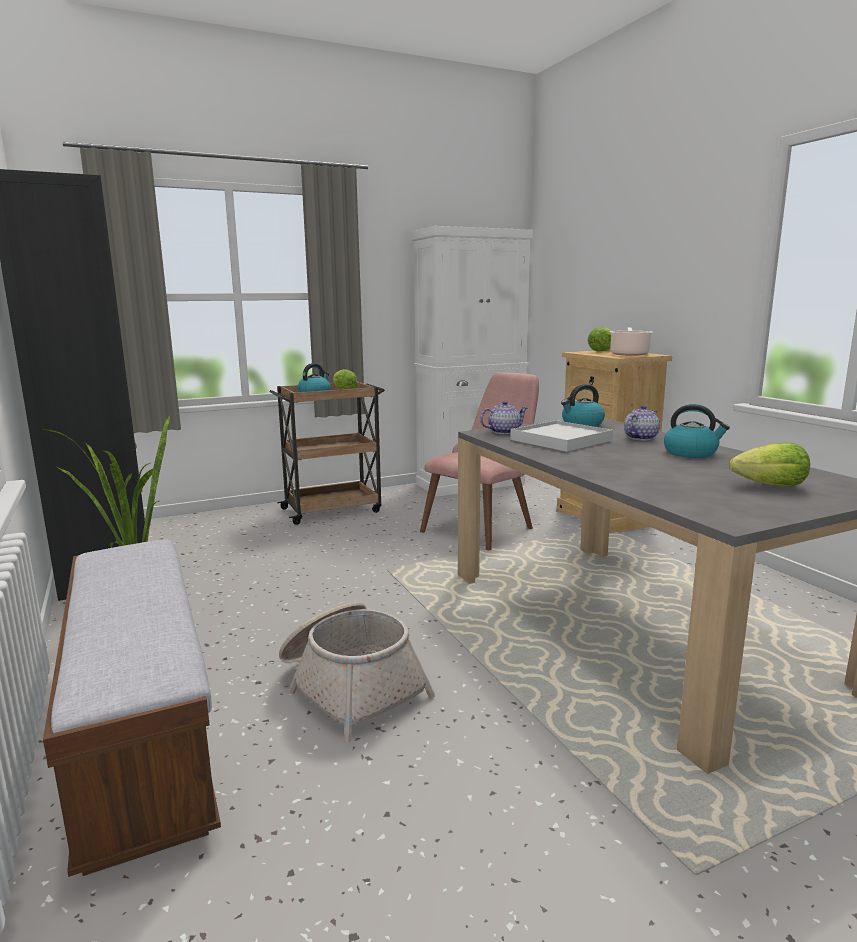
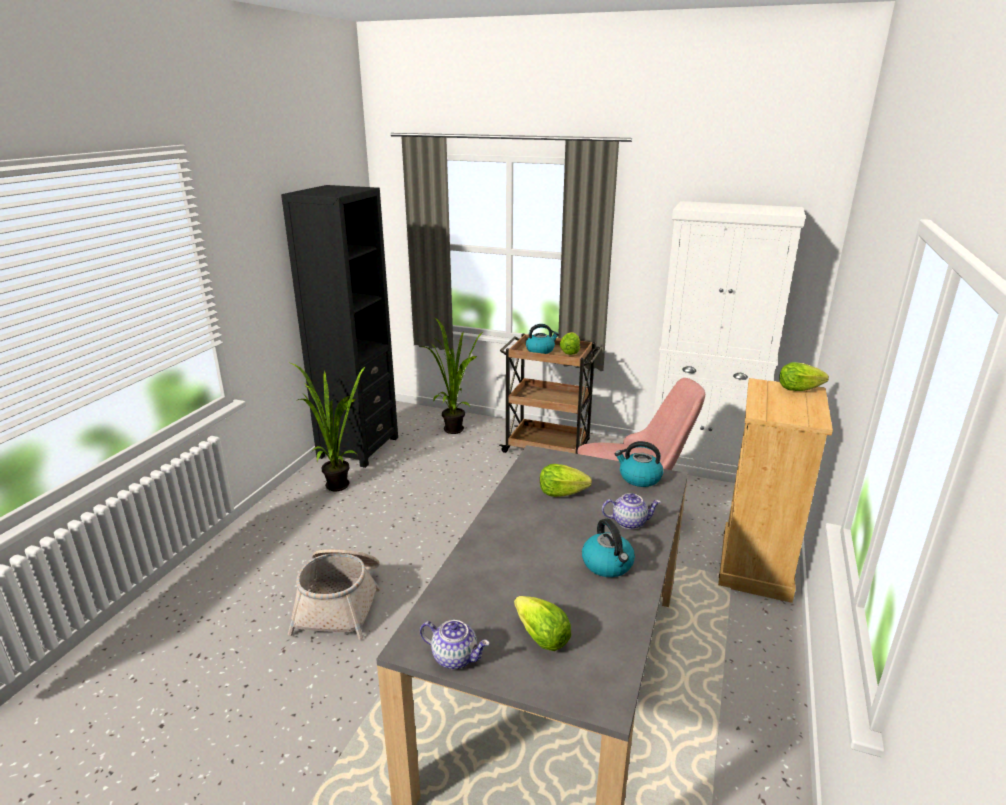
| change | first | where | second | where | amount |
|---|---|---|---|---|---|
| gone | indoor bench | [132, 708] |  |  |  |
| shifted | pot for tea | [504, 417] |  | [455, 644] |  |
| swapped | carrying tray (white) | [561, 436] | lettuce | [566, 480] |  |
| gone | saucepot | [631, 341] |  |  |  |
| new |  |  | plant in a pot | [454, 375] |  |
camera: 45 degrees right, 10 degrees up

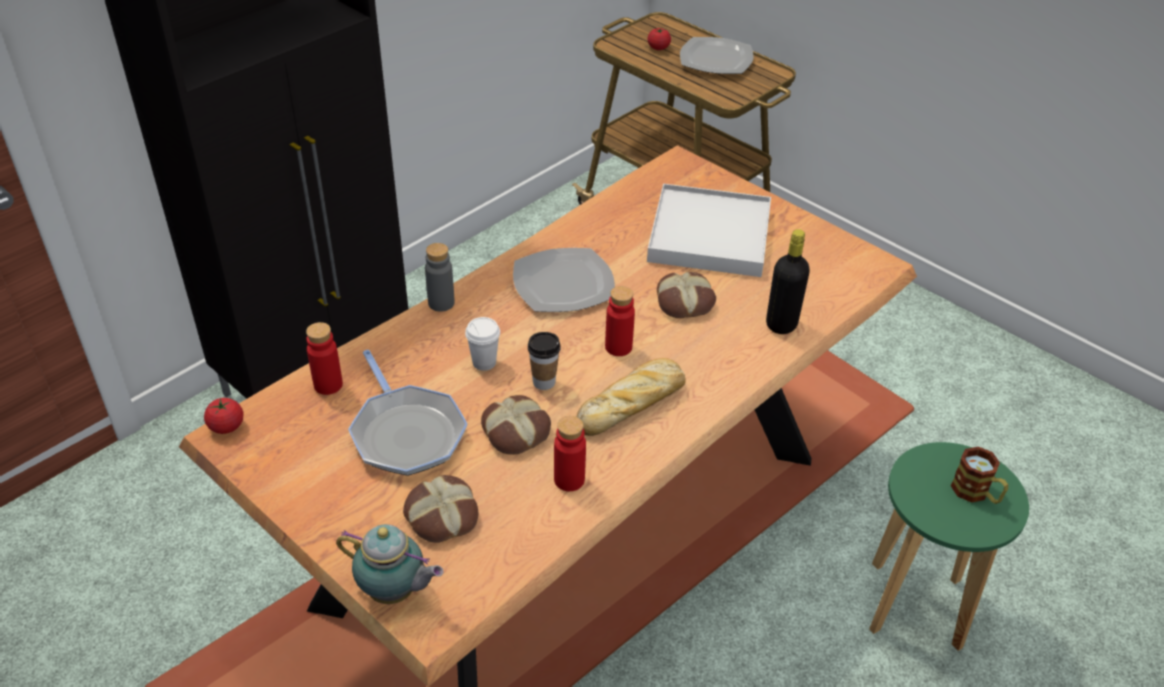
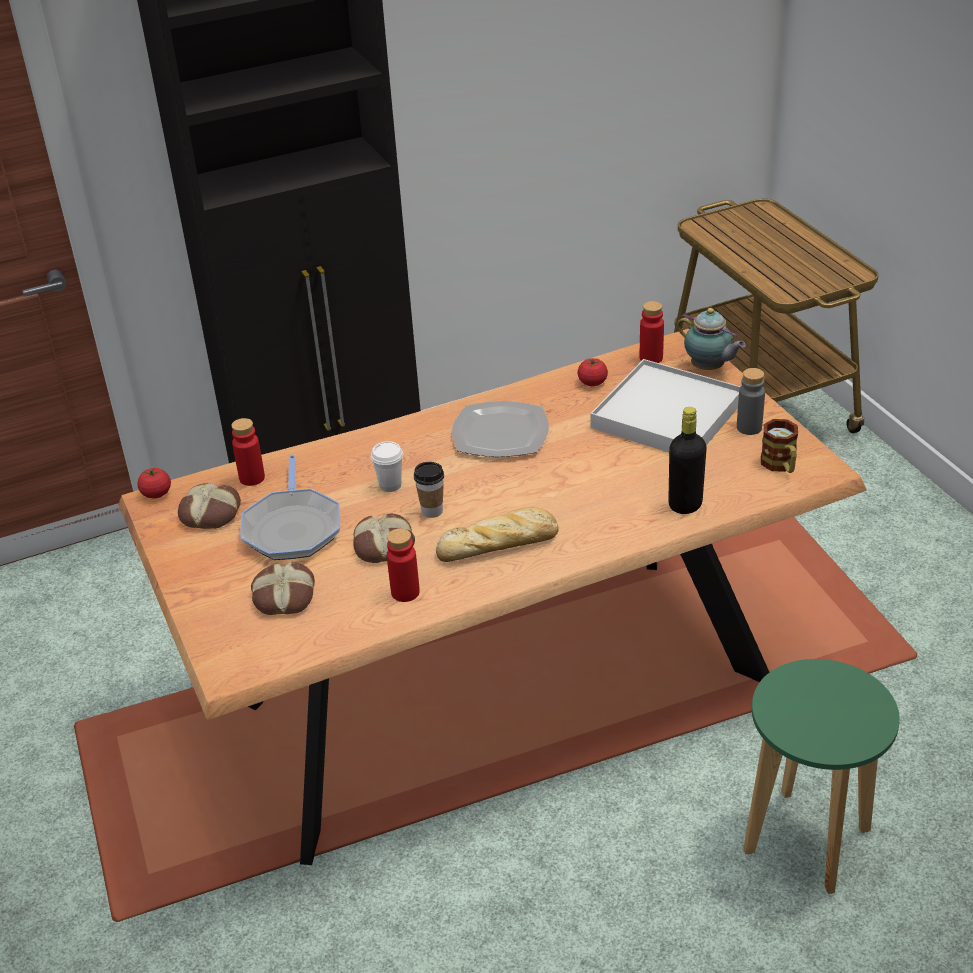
| change | first | where | second | where | amount |
|---|---|---|---|---|---|
| shifted | pot for tea | [389, 564] |  | [711, 339] |  |
| shifted | beverage bottle (gray) | [440, 277] |  | [751, 401] |  |
| shifted | beverage bottle (reddish) | [620, 321] |  | [652, 332] |  |
| shifted | fresh tomato | [659, 39] |  | [592, 372] |  |
| shifted | bread | [686, 295] |  | [209, 506] |  |
| gone | plate | [717, 55] |  |  |  |
| shifted | tea mug | [979, 475] |  | [779, 446] |  |
camera: 25 degrees right, 5 degrees down

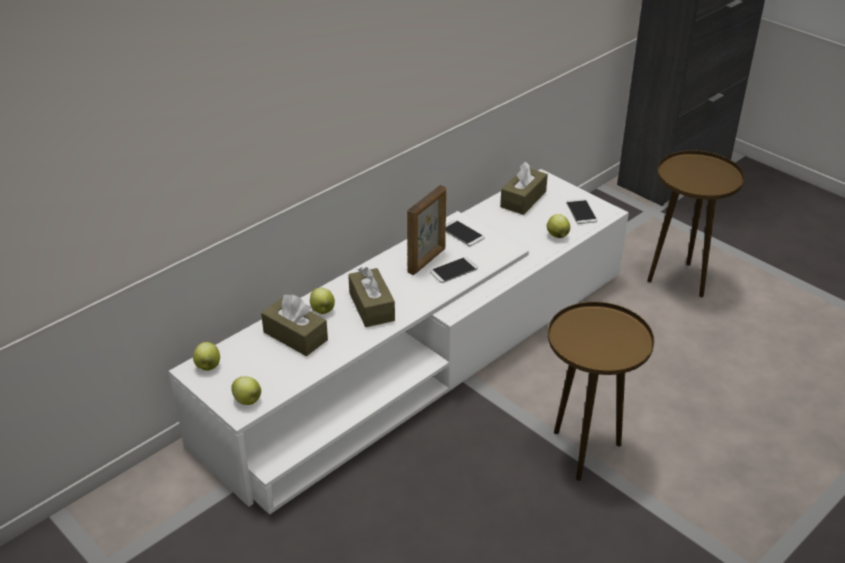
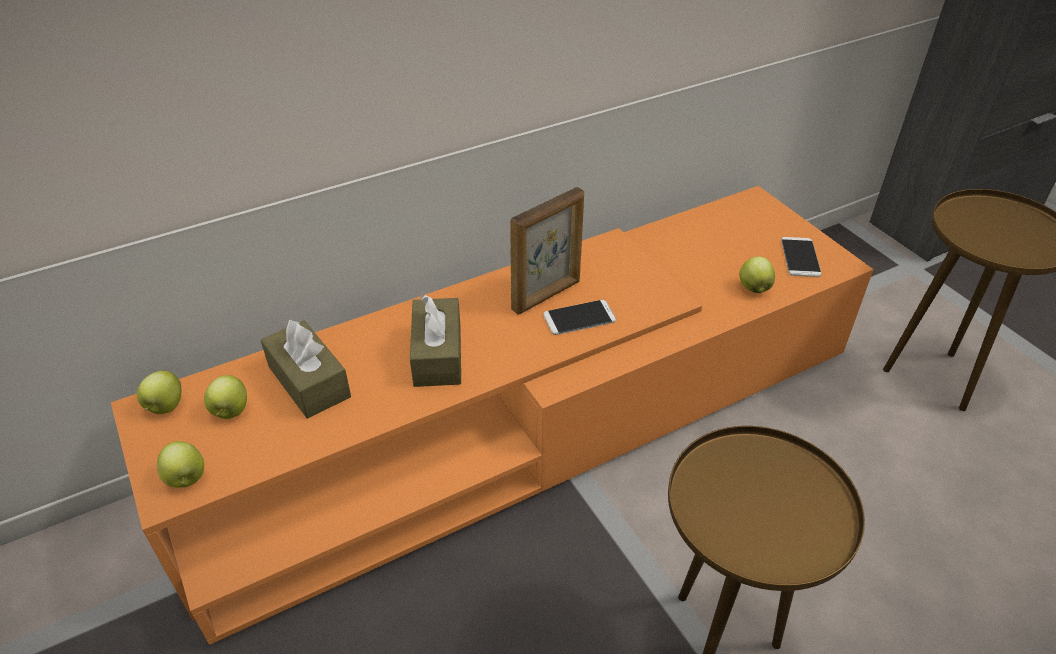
| change | first | where | second | where | amount |
|---|---|---|---|---|---|
| repainted | tv unit (white) | [399, 342] | tv unit (orange) | [492, 415] |  |
| shifted | apple | [322, 301] |  | [225, 397] |  |
| gone | phone | [465, 233] |  |  |  |
| gone | tissue holder (brown) | [524, 188] |  |  |  |
camera: 15 degrees right, 5 degrees up

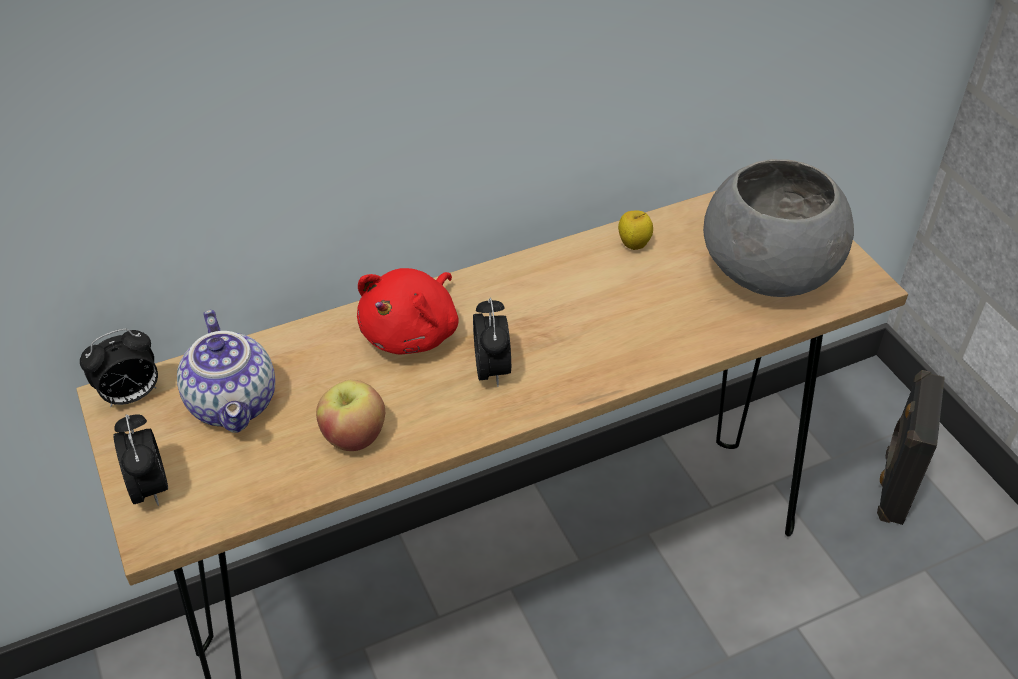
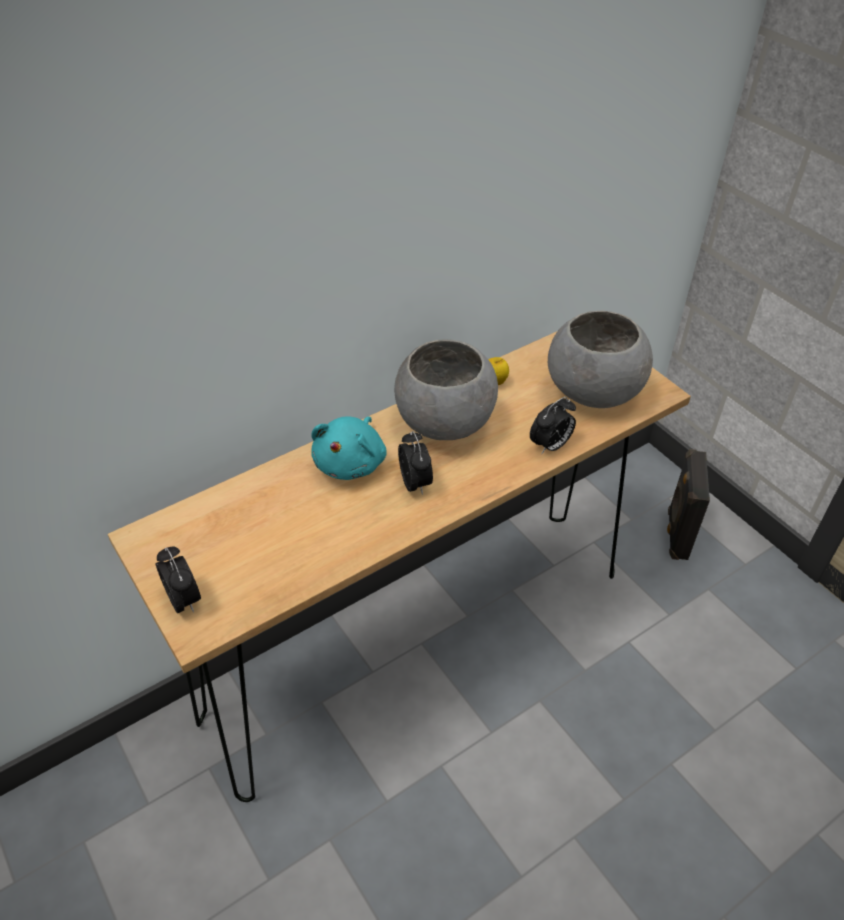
| change | first | where | second | where | amount |
|---|---|---|---|---|---|
| shifted | table clock | [119, 368] |  | [553, 426] |  |
| gone | pot for tea | [226, 371] |  |  |  |
| gone | apple | [350, 415] |  |  |  |
| repainted | soft toy (reddish) | [407, 311] | soft toy (turquoise) | [349, 448] |  |
| new |  |  | bowl (gray) | [446, 389] |  |
camera: 10 degrees left, 0 degrees up

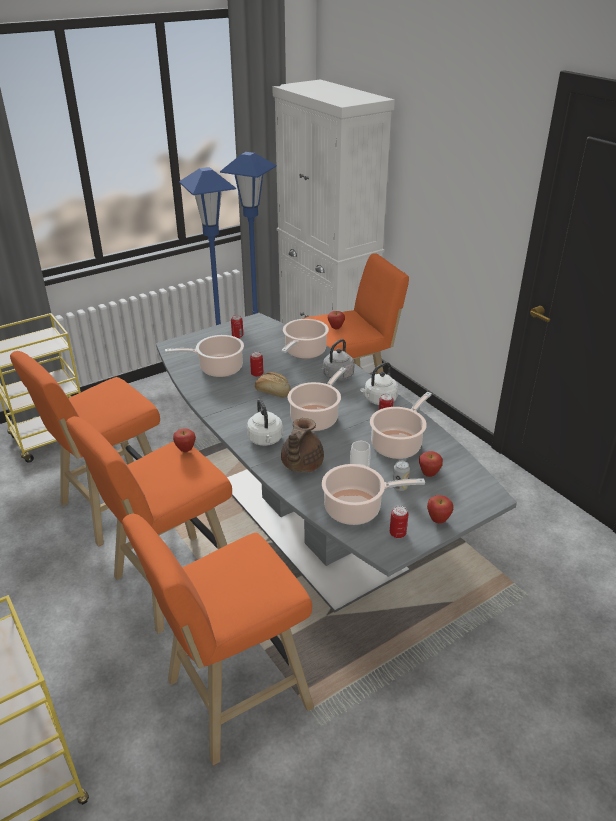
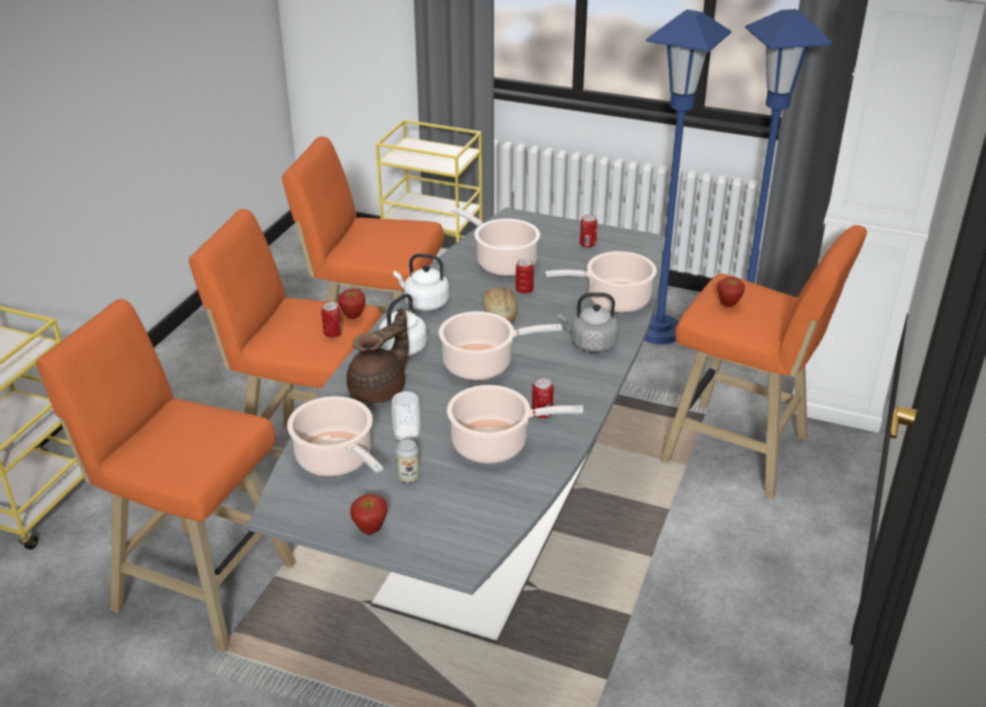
| change | first | where | second | where | amount |
|---|---|---|---|---|---|
| rotated | pot for tea (brown) | [302, 445] |  | [377, 356] | 150 degrees clockwise |
| shifted | tea kettle (white) | [379, 383] |  | [421, 282] |  |
| shifted | can | [399, 522] |  | [331, 320] |  |
| gone | apple | [431, 464] |  |  |  |
camera: 55 degrees right, 0 degrees up

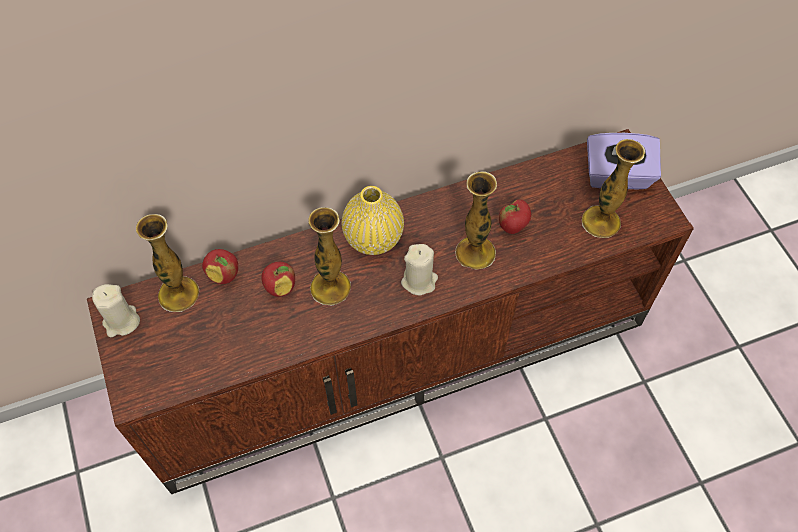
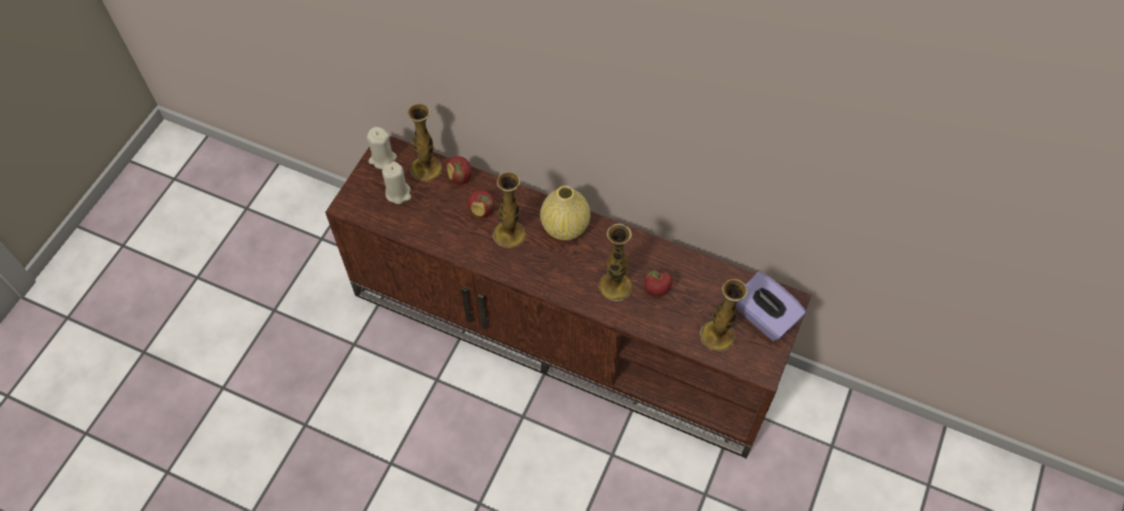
| change | first | where | second | where | amount |
|---|---|---|---|---|---|
| shifted | wax candle (beige) | [419, 270] |  | [396, 182] |  |
camera: 45 degrees right, 0 degrees up

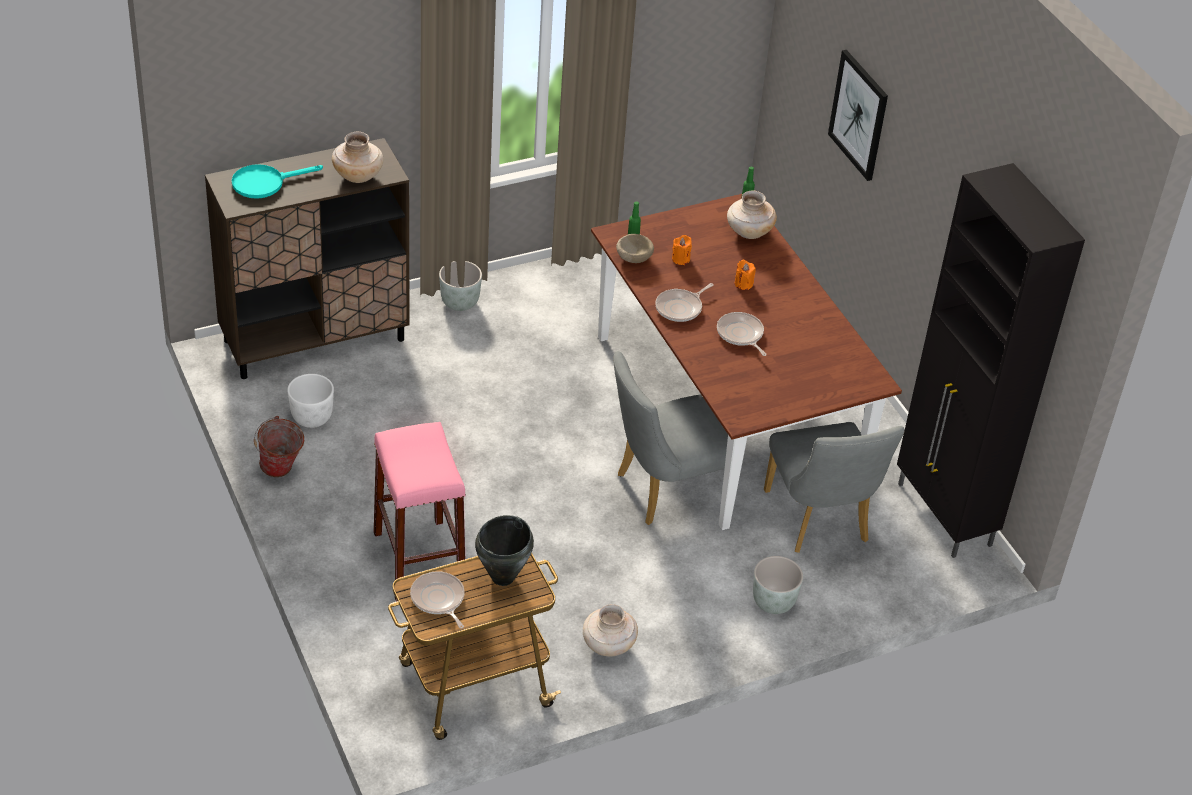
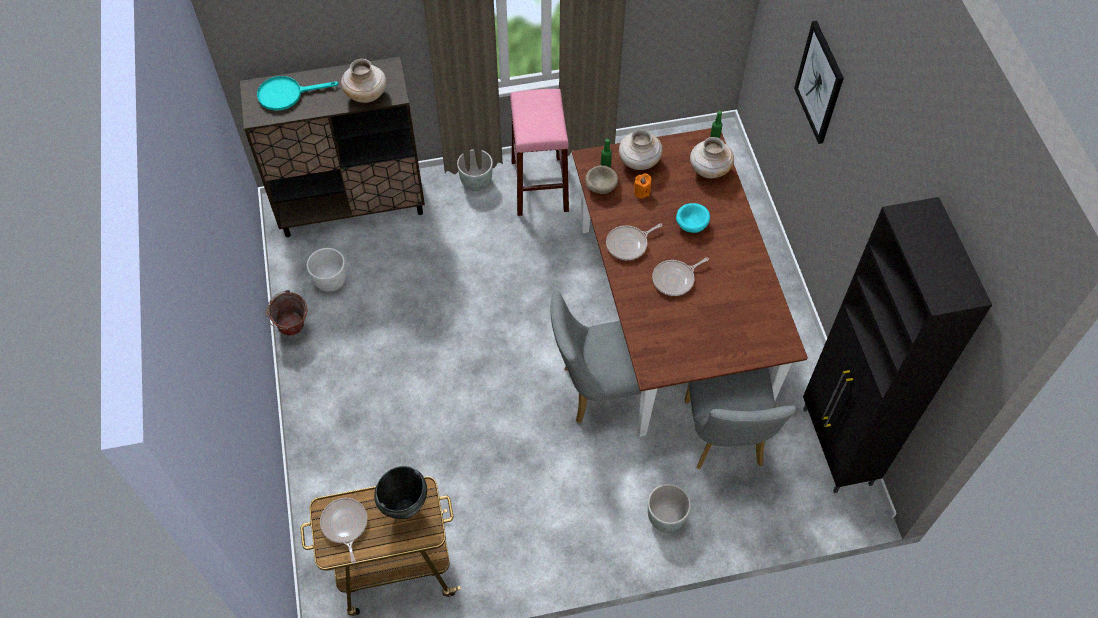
| change | first | where | second | where | amount |
|---|---|---|---|---|---|
| shifted | sitting stool (pink) | [420, 511] |  | [539, 152] |  |
| shifted | flower vase (beige) | [610, 630] |  | [641, 149] |  |
| rotated | pan | [742, 334] |  | [680, 276] | 105 degrees counterclockwise |
| swapped | wax candle (orange) | [745, 275] | bowl (turquoise) | [693, 218] |  |
camera: 15 degrees right, 15 degrees up

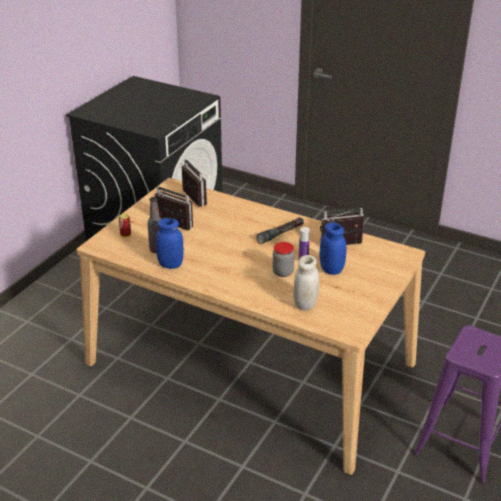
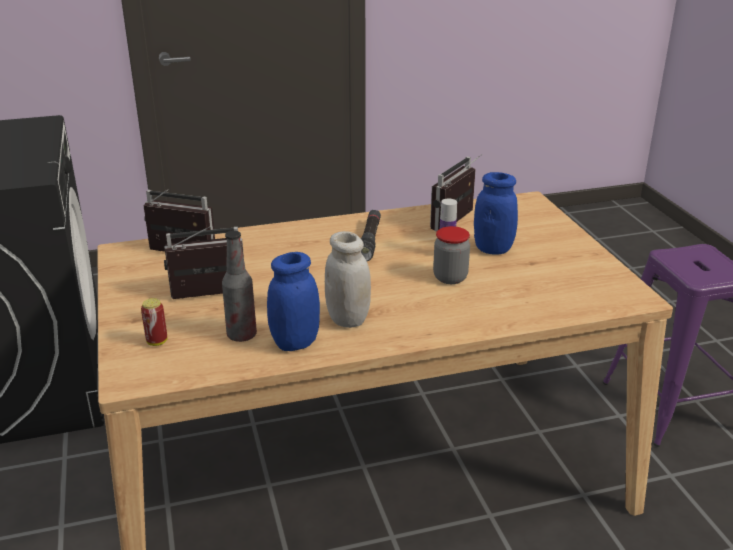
| change | first | where | second | where | amount |
|---|---|---|---|---|---|
| shifted | jar (white) | [306, 283] |  | [348, 279] |  |
camera: 45 degrees left, 5 degrees down

